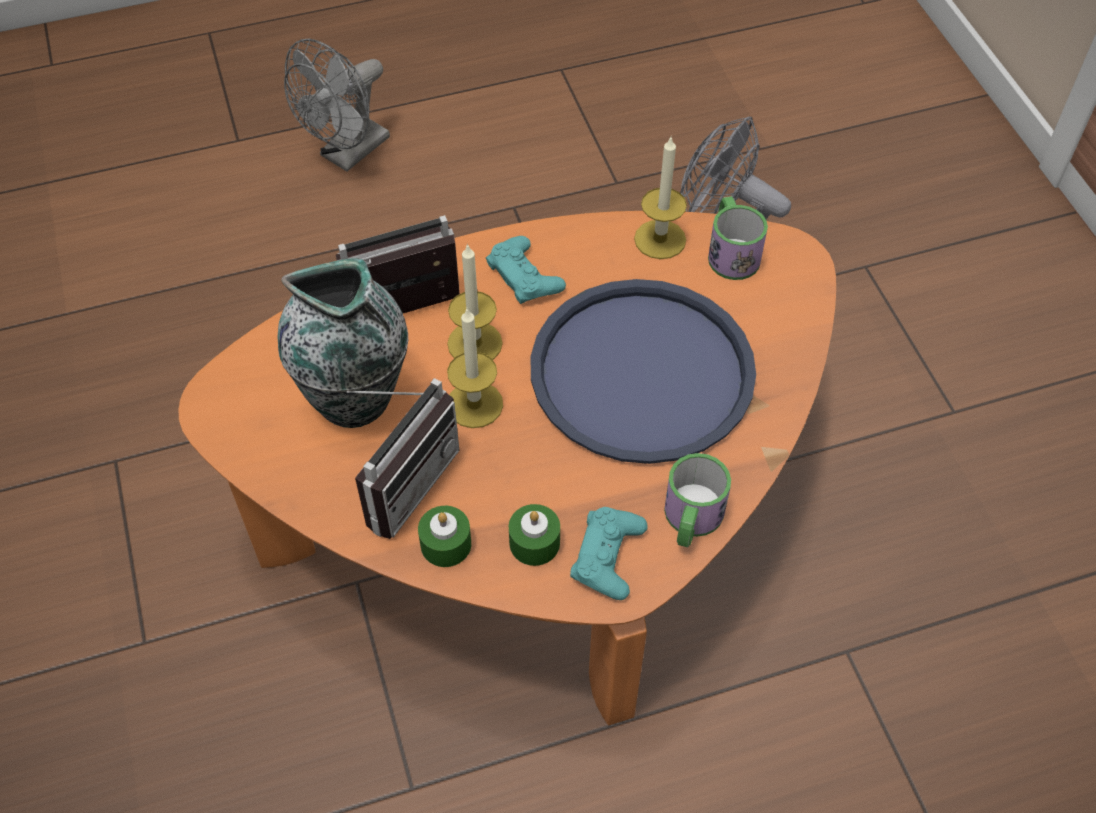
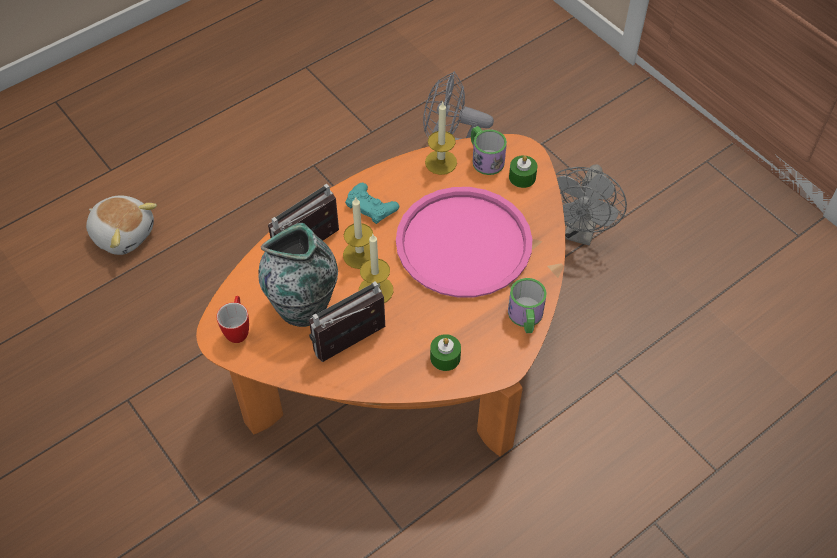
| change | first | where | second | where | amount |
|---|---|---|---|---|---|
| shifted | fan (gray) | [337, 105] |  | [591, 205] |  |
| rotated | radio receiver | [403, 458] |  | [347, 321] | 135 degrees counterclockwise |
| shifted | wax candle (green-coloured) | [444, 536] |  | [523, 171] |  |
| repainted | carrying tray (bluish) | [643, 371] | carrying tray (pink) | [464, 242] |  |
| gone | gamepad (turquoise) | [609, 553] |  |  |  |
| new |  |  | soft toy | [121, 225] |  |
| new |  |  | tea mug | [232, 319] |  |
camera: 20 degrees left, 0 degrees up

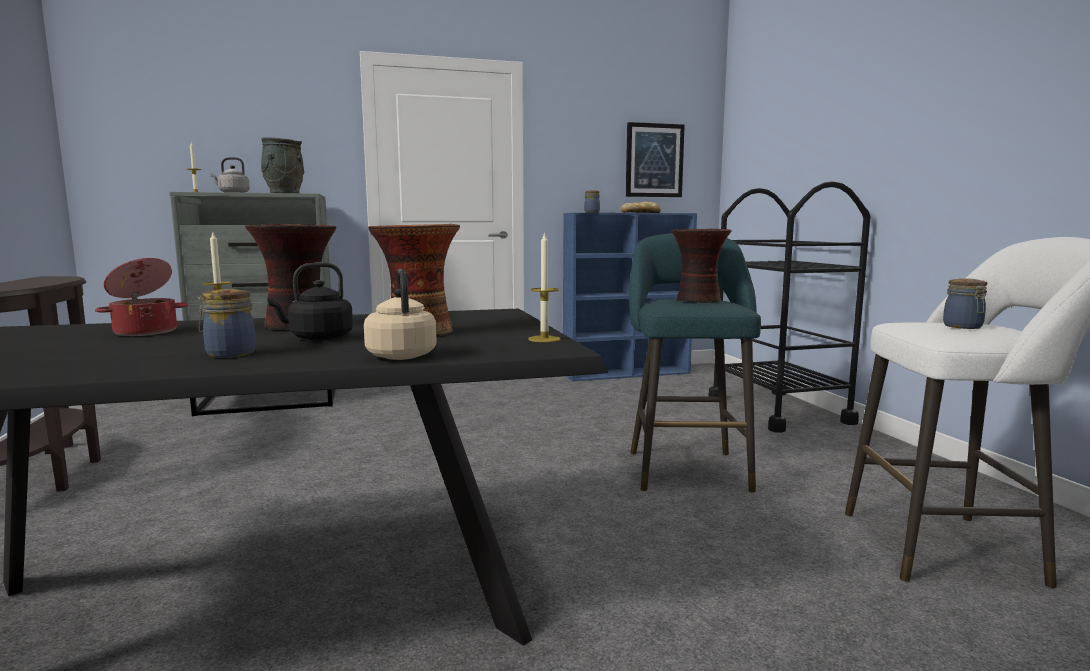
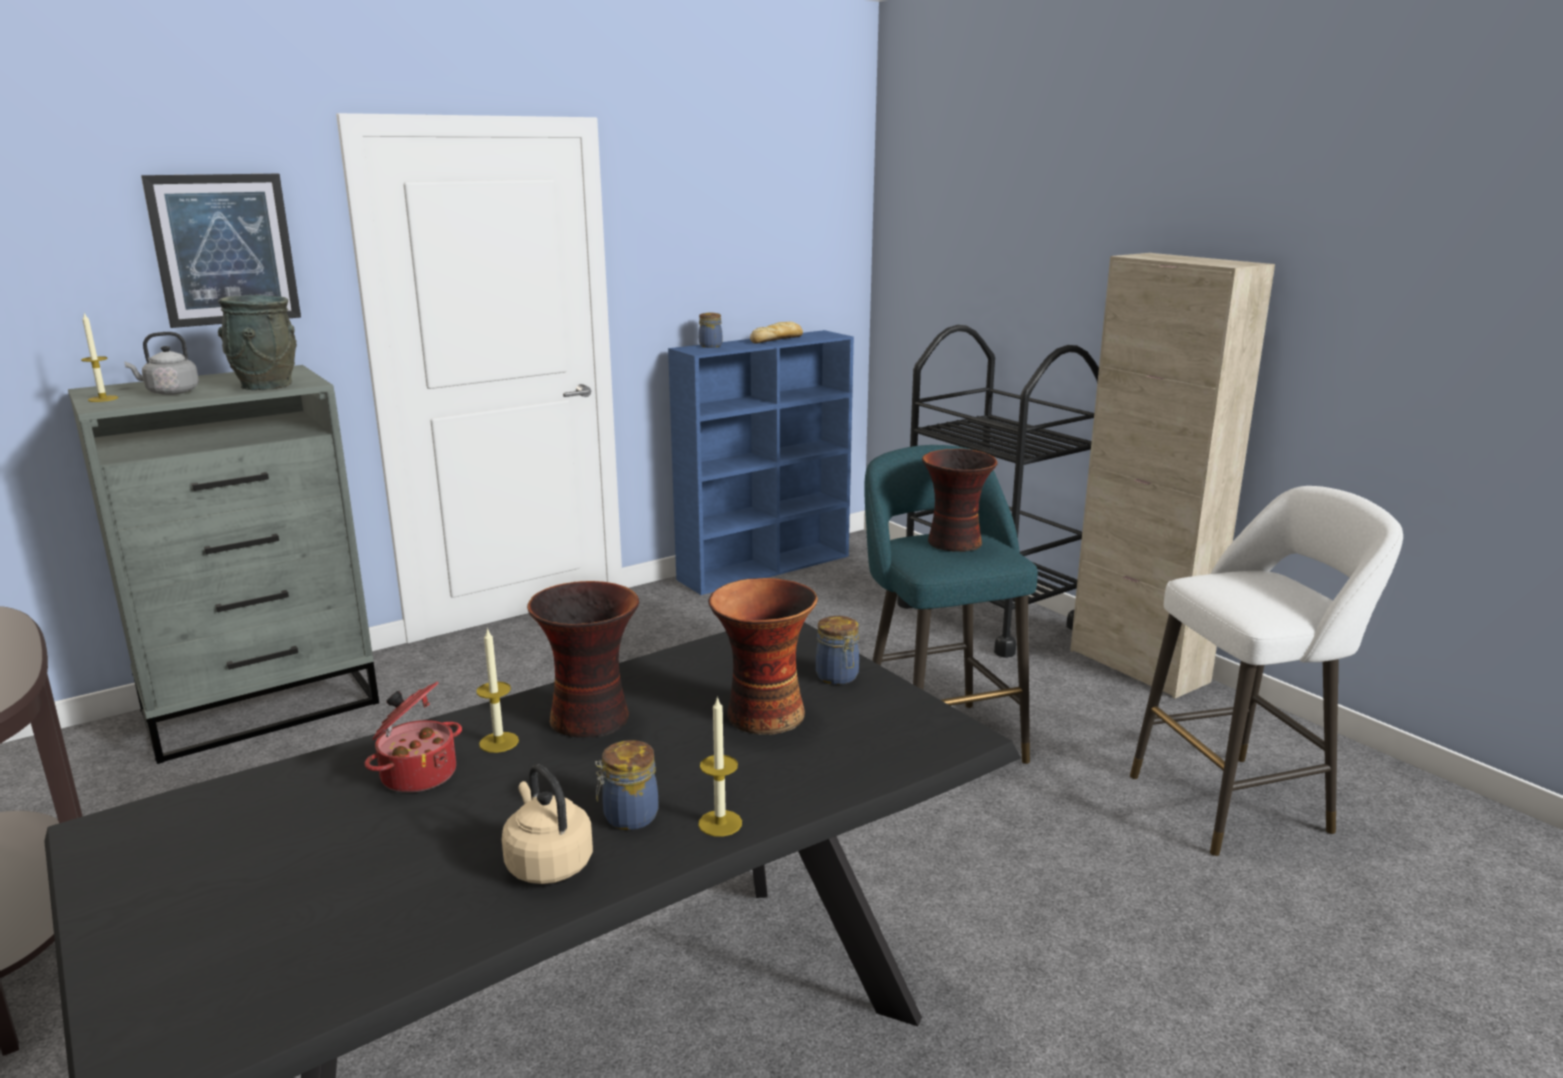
| change | first | where | second | where | amount |
|---|---|---|---|---|---|
| gone | tea kettle (black) | [310, 301] |  |  |  |
| shifted | tea kettle (beige) | [400, 314] |  | [547, 824] |  |
| shifted | wax candle | [544, 287] |  | [720, 766] |  |
| shifted | wall art | [655, 159] |  | [221, 251] |  |
| shifted | jar | [965, 303] |  | [837, 650] |  |
| new |  |  | storage cabinet (beige) | [1172, 476] |  |
camera: 20 degrees left, 10 degrees up

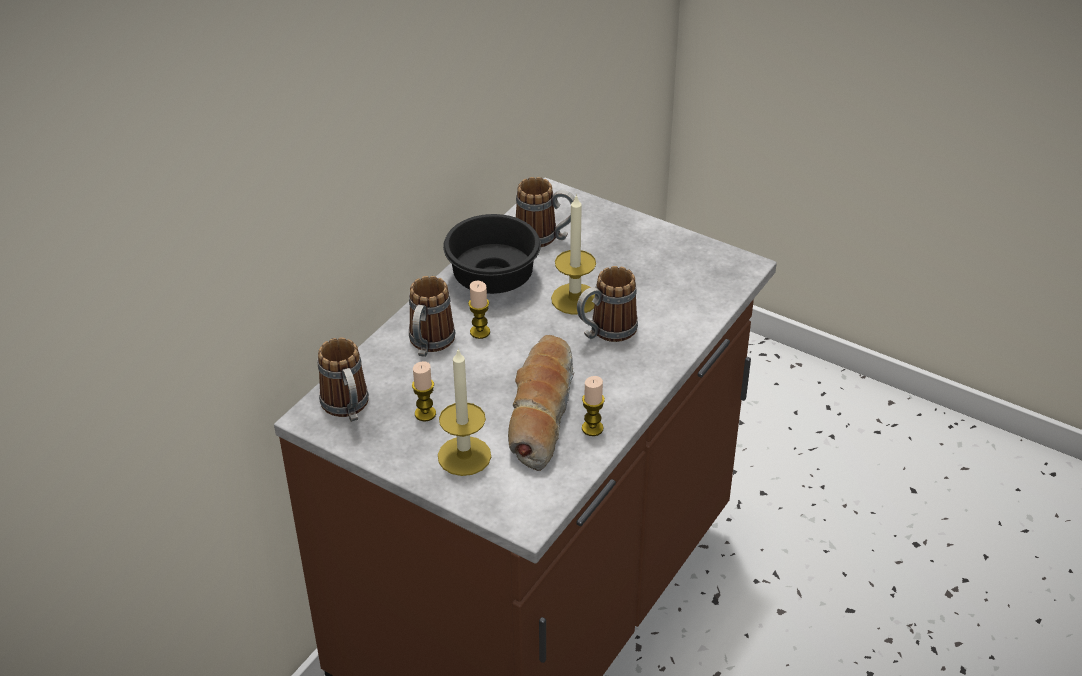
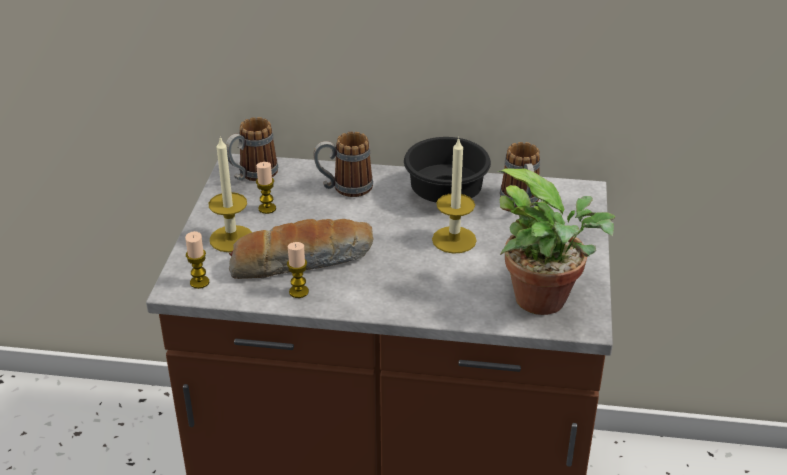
| change | first | where | second | where | amount |
|---|---|---|---|---|---|
| shifted | wax candle | [479, 310] |  | [197, 260] |  |
| gone | tea mug | [607, 304] |  |  |  |
| new |  |  | plant in a pot | [556, 241] |  |
camera: 65 degrees right, 5 degrees down

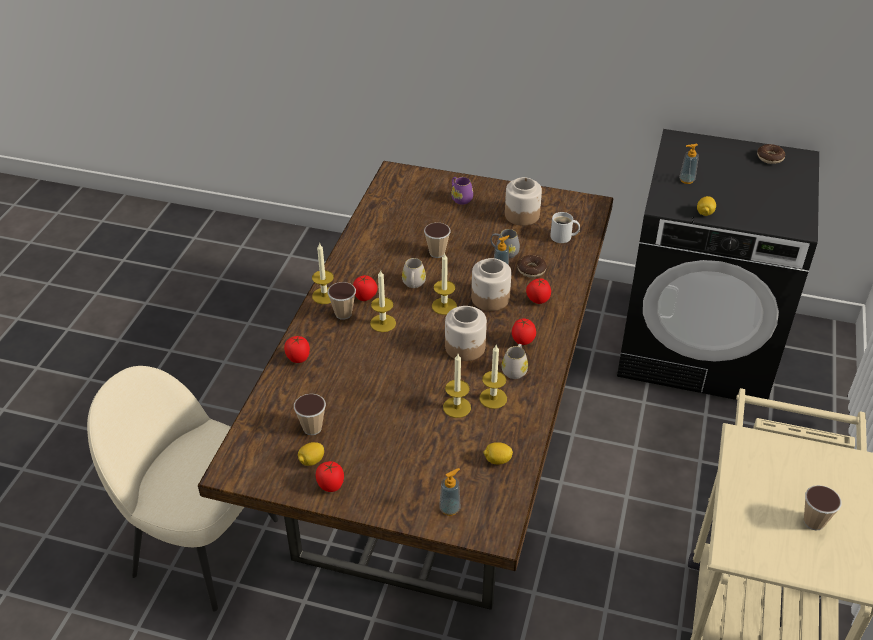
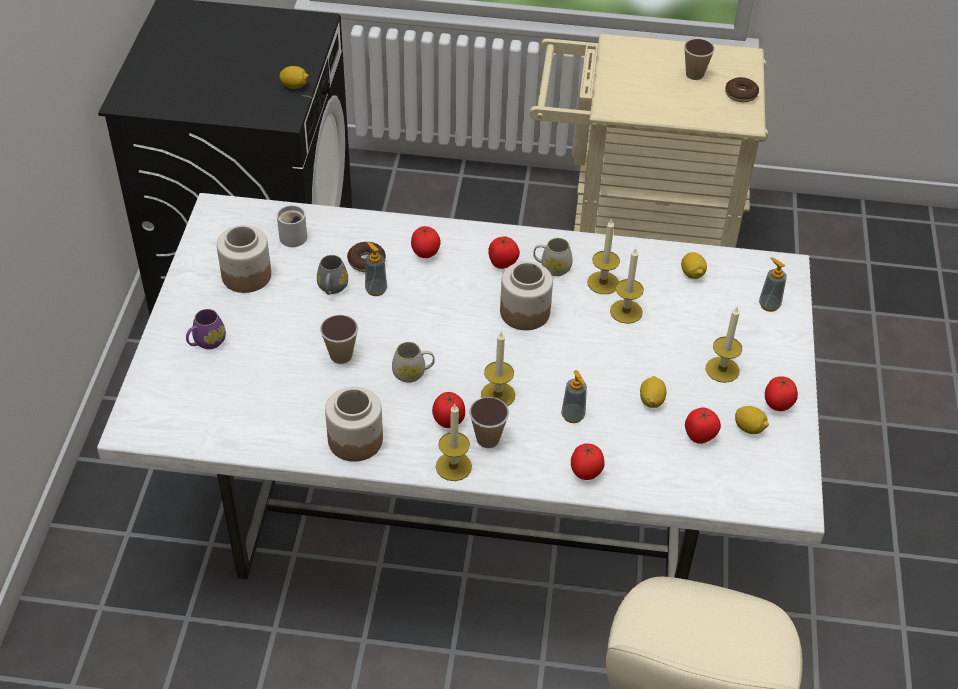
| change | first | where | second | where | amount |
|---|---|---|---|---|---|
| repainted | kitchen table (brown) | [405, 385] | kitchen table (white) | [461, 386] |  |
| swapped | drinking cup | [310, 414] | fresh tomato | [703, 425] |  |
| shifted | wax candle | [444, 284] |  | [724, 345] |  |
| shifted | jar | [491, 284] |  | [354, 424] |  |
| shifted | soap dispenser | [689, 164] |  | [574, 396] |  |
| shifted | donut | [771, 154] |  | [742, 90] |  |
| new |  |  | whole lemon | [653, 392] |  |
camera: 100 degrees left, 5 degrees up

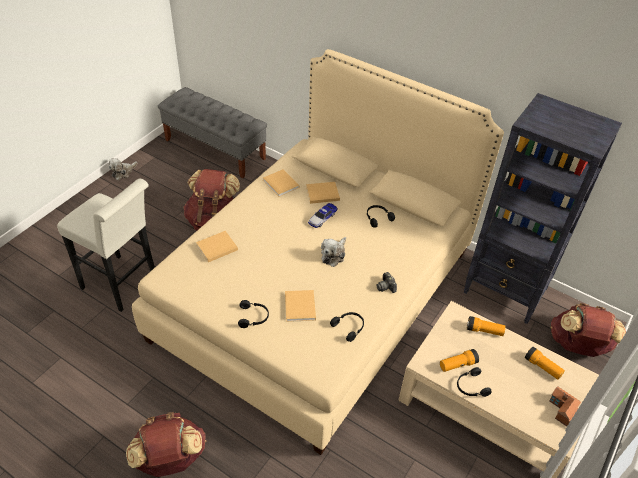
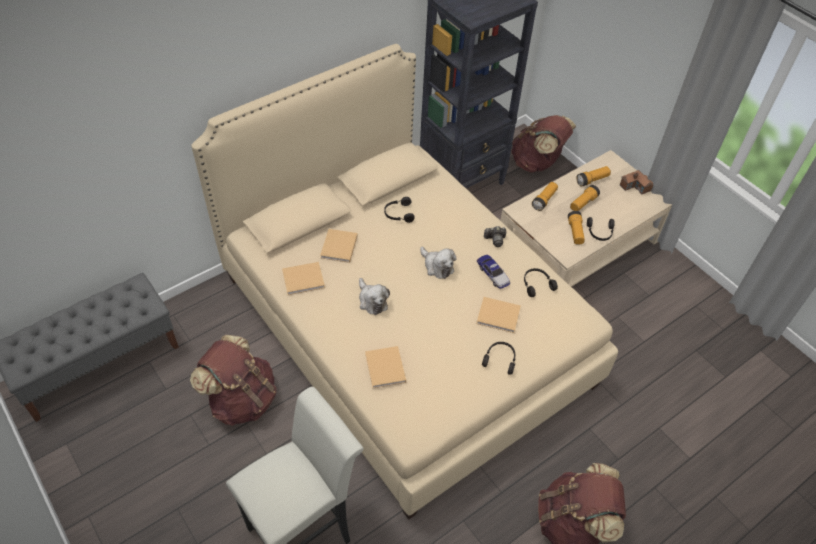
| change | first | where | second | where | amount |
|---|---|---|---|---|---|
| shifted | soft toy | [123, 169] |  | [374, 296] |  |
| shifted | miniature car | [323, 215] |  | [493, 272] |  |
| new |  |  | flashlight | [585, 198] |  |
camera: 70 degrees left, 5 degrees up

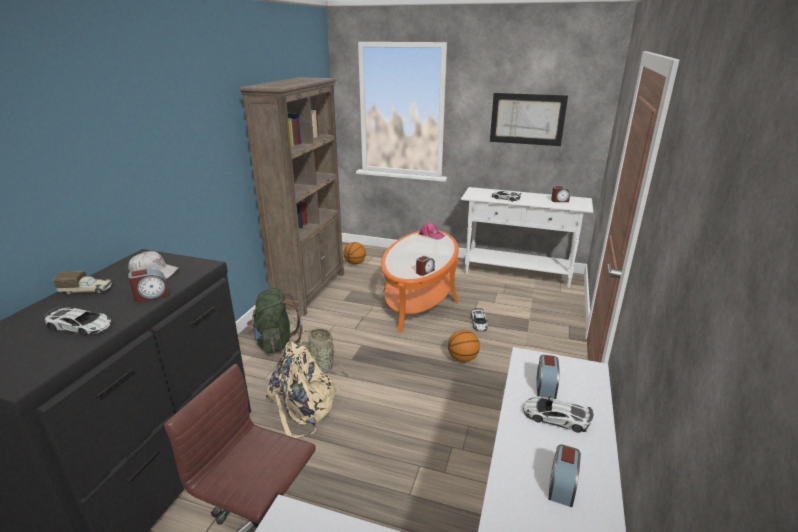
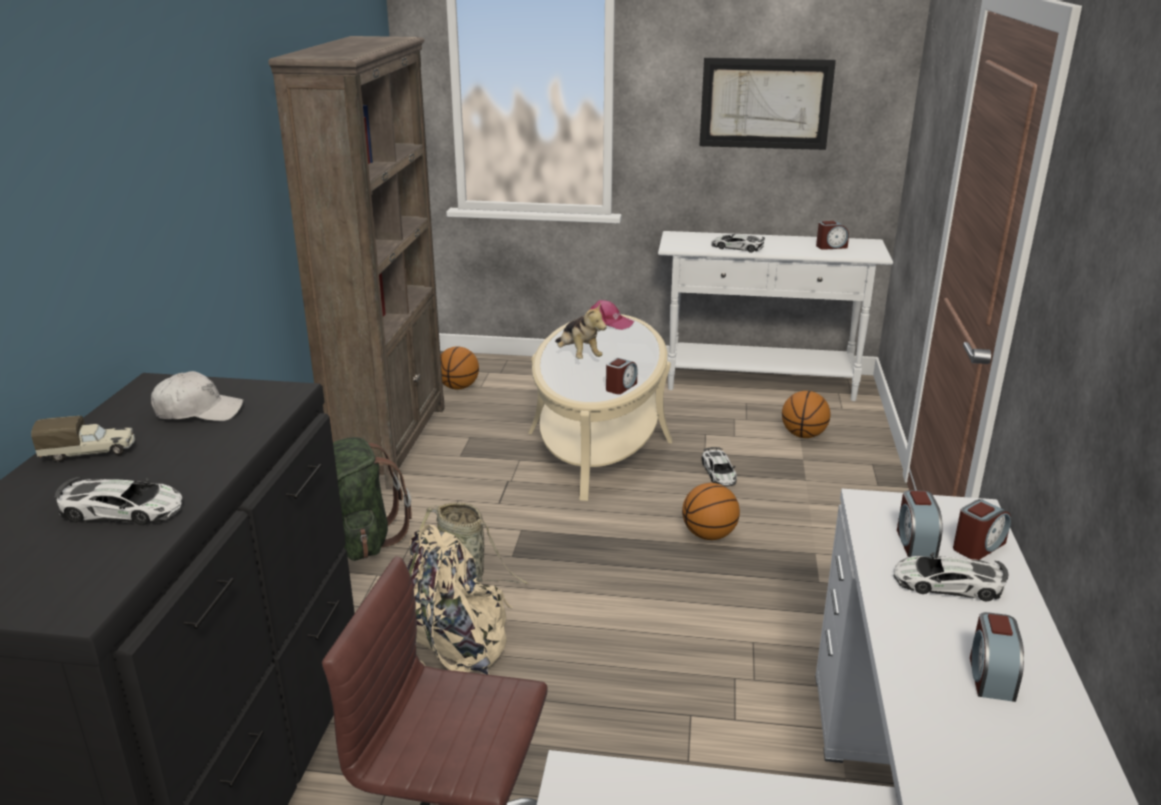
| change | first | where | second | where | amount |
|---|---|---|---|---|---|
| shifted | table clock | [148, 285] |  | [982, 529] |  |
| repainted | coffee table (orange) | [420, 281] | coffee table (beige) | [600, 407] |  |
| new |  |  | soft toy | [581, 330] |  |
| new |  |  | basketball | [806, 414] |  |
camera: 10 degrees left, 0 degrees up

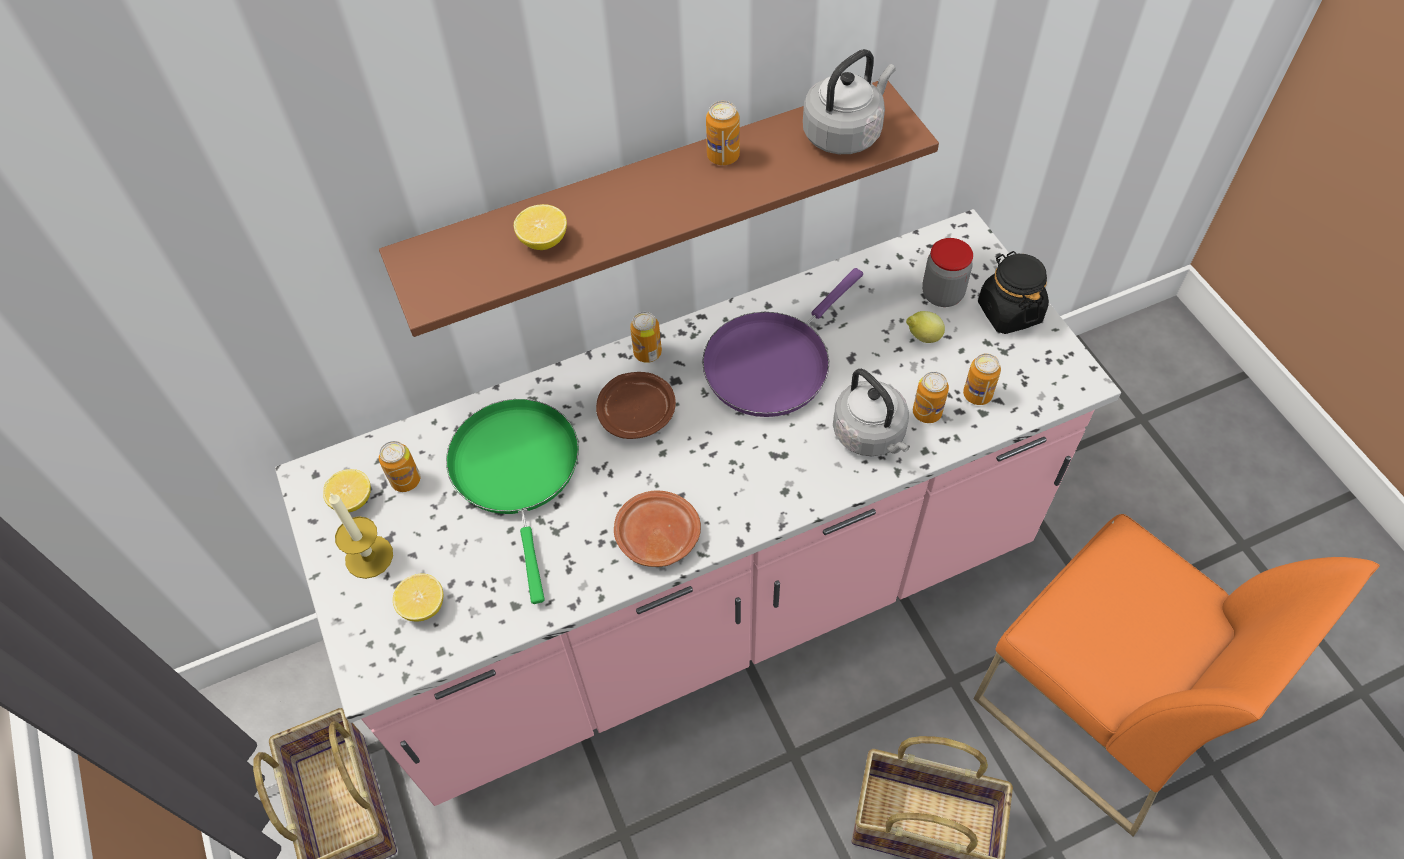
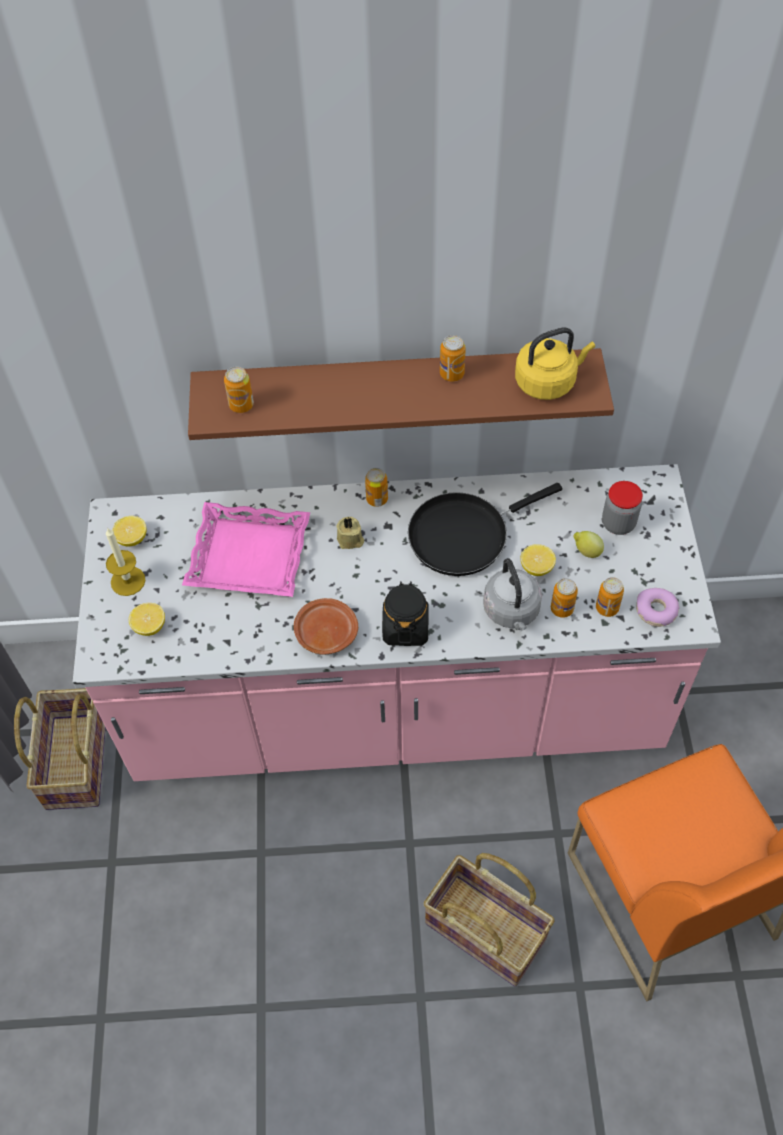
| change | first | where | second | where | amount |
|---|---|---|---|---|---|
| shifted | can | [399, 466] |  | [239, 389] |  |
| swapped | pan (green-coloured) | [512, 501] | carrying tray (pink) | [246, 549] |  |
| shifted | whole lemon | [540, 227] |  | [538, 560] |  |
| swapped | plate (brown) | [636, 405] | wax candle (beige) | [350, 533] |  |
| repainted | pan (purple-coloured) | [782, 342] | pan (black) | [485, 529] |  |
| repainted | tea kettle (gray) | [849, 101] | tea kettle (yellow-coloured) | [555, 363] |  |
| shifted | jar (black) | [1013, 292] |  | [405, 613] |  |
| new |  |  | donut | [658, 607] |  |
camera: 20 degrees right, 0 degrees up

